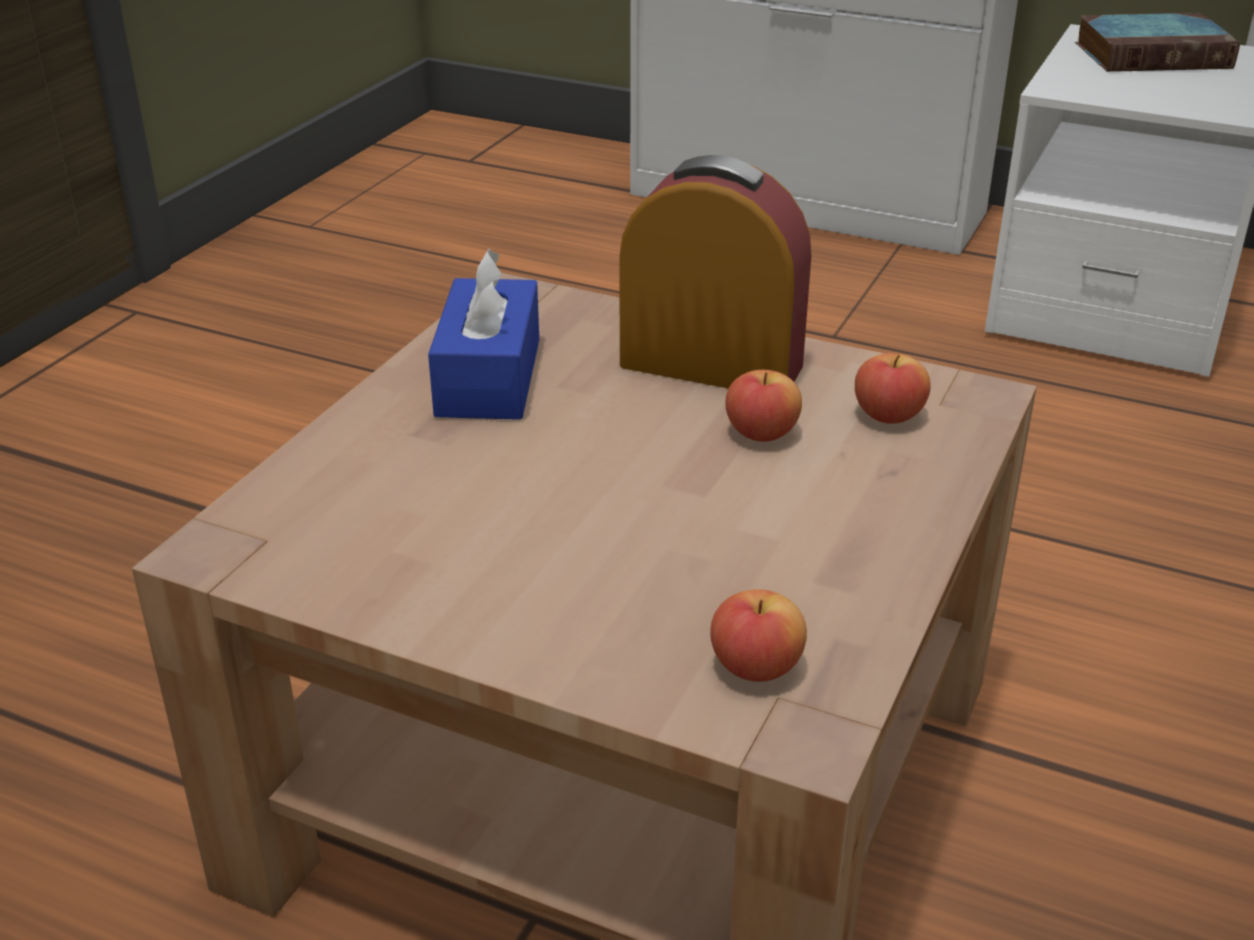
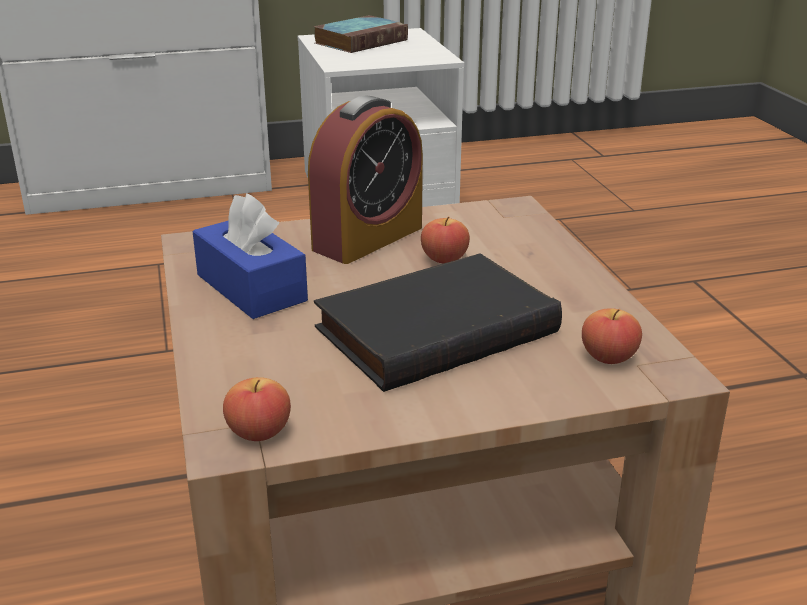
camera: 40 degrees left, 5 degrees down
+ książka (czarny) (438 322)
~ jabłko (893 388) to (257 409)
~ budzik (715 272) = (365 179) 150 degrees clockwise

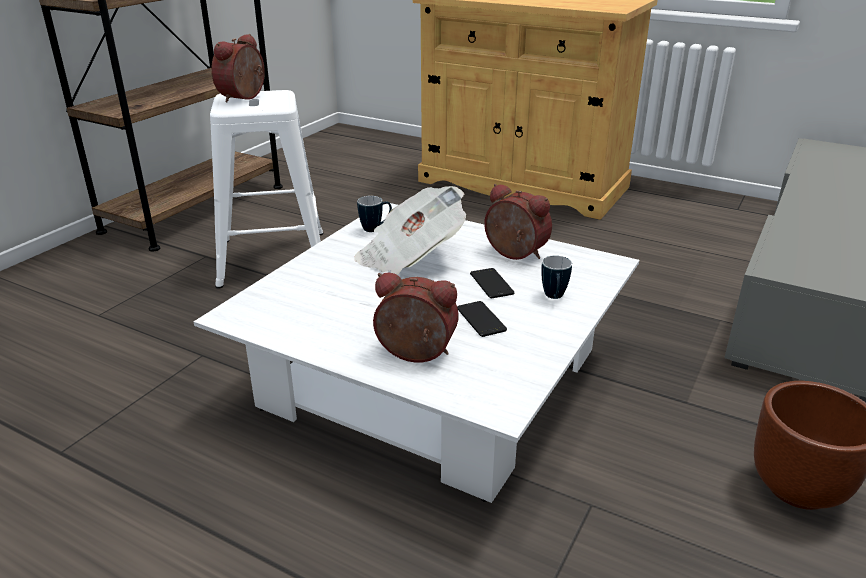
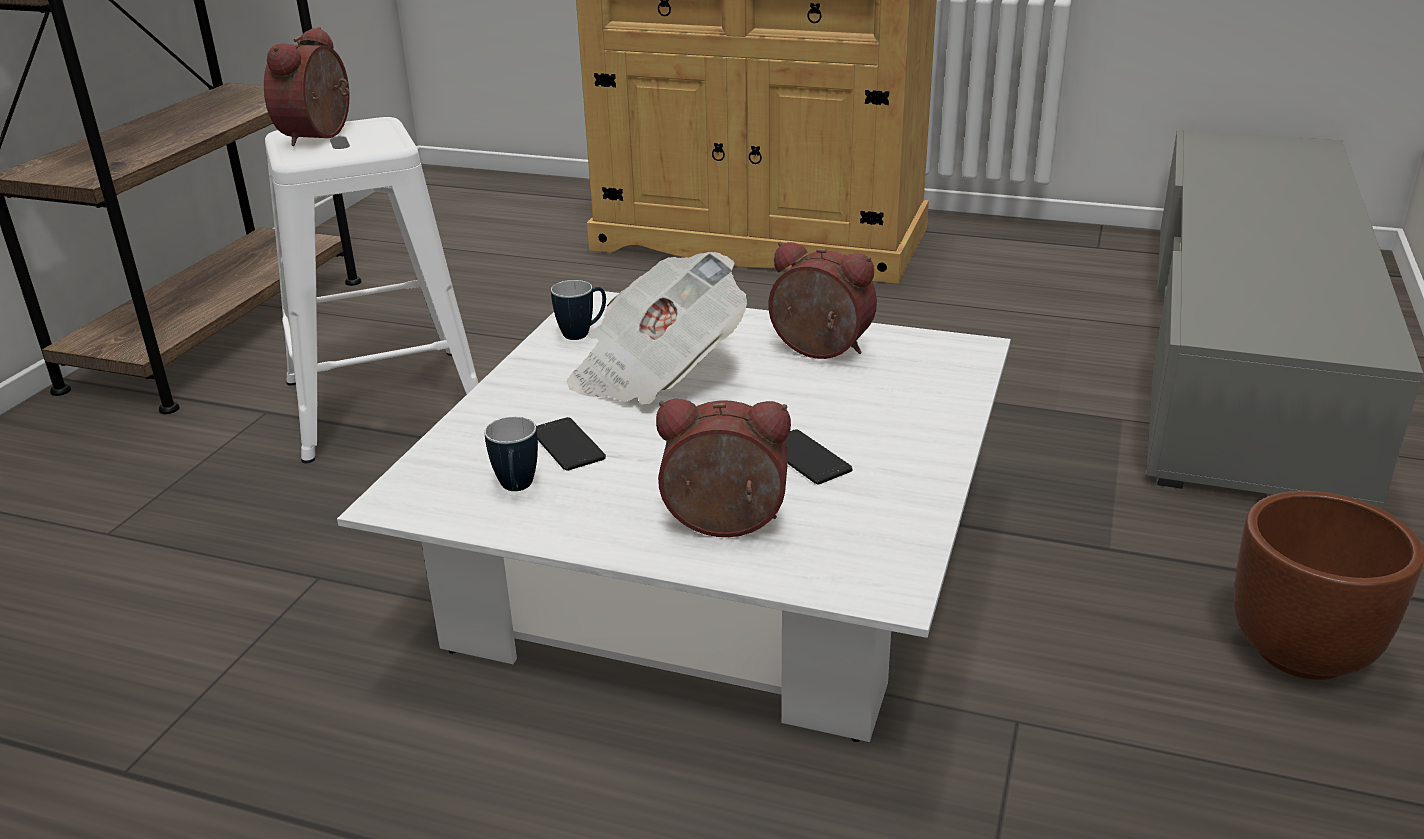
camera: 10 degrees left, 0 degrees up
~ telefon (492 283) to (571 444)
~ kubek (556 277) to (511 454)

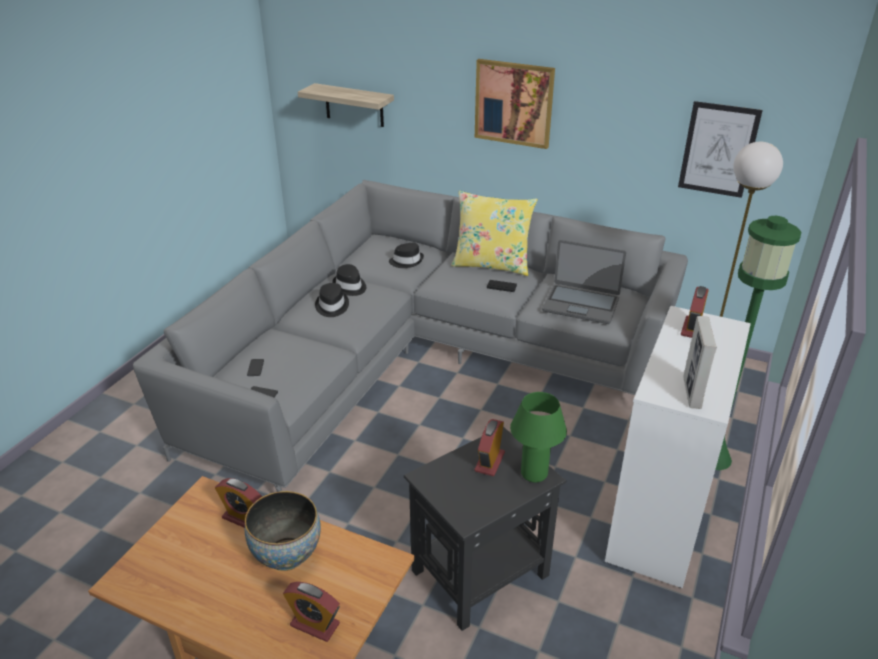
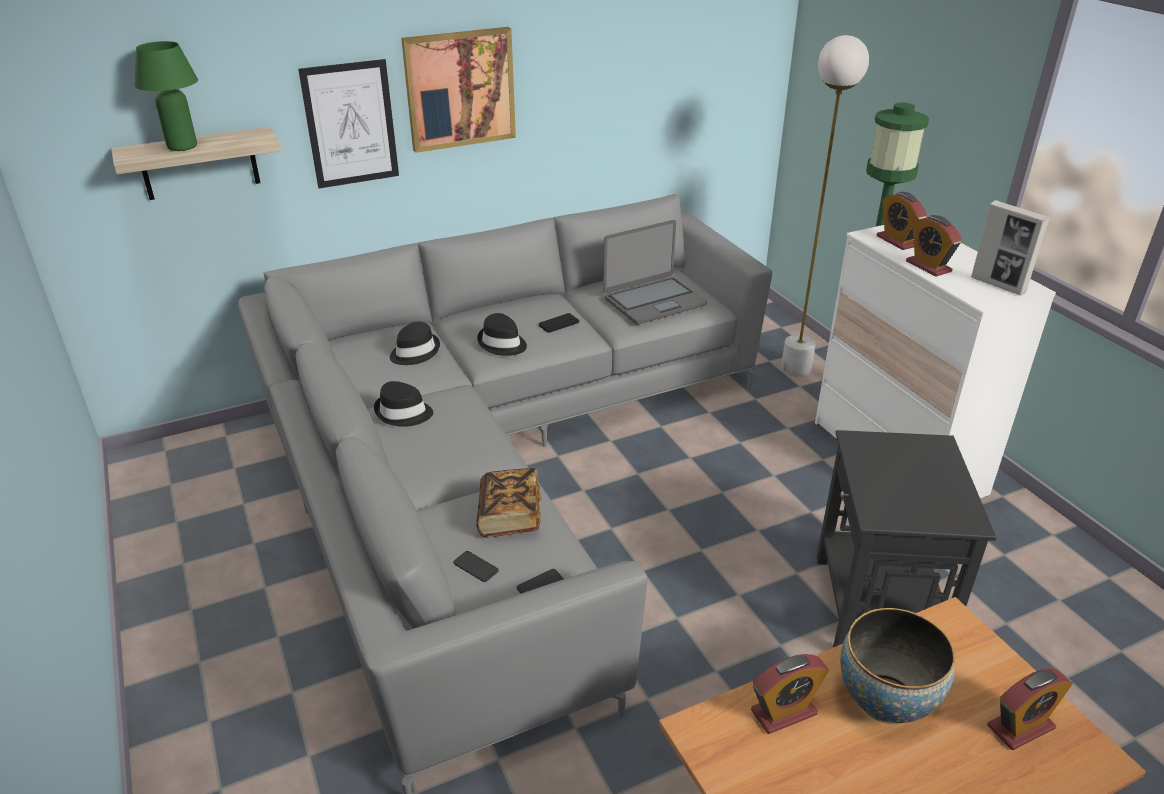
camera: 50 degrees left, 0 degrees up
- poduszka (żółty) (494 233)
+ książka (509 503)
~ kapelusz (czarny) (332 300) to (502 334)
~ budzik (489 447) to (934 246)
~ lampa stołowa (zielony) (538 437) to (166 96)
~ obraz (720 149) to (348 123)

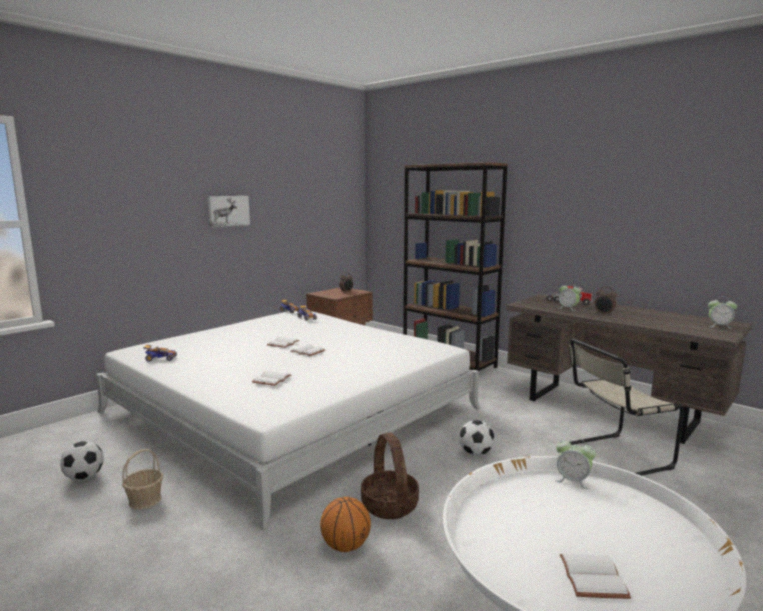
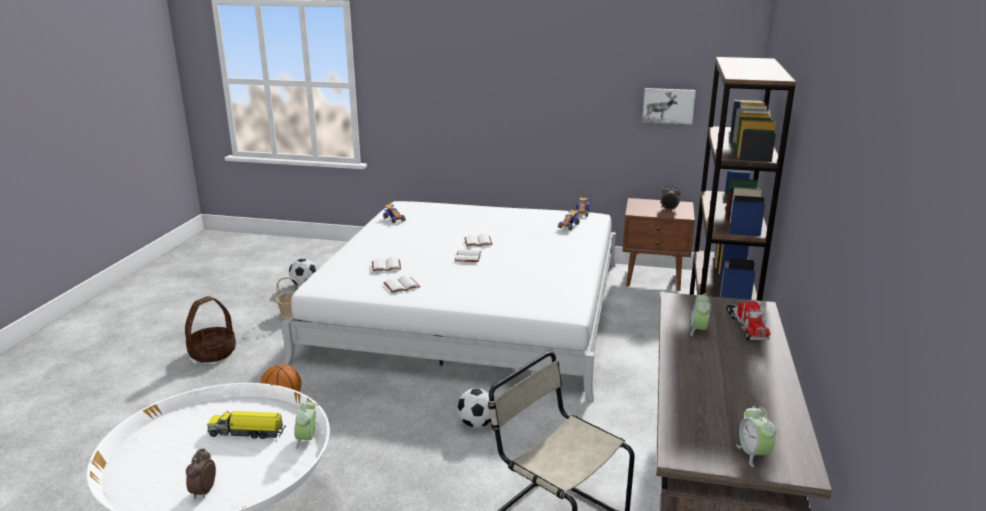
camera: 60 degrees right, 10 degrees up
+ ciężarówka zabawkowa (246 425)
~ obraz (228 212) to (669 106)
~ koszyk (390 476) to (210 329)
~ książka (biały) (595 576) to (402 284)
~ budzik (605 301) to (201 473)

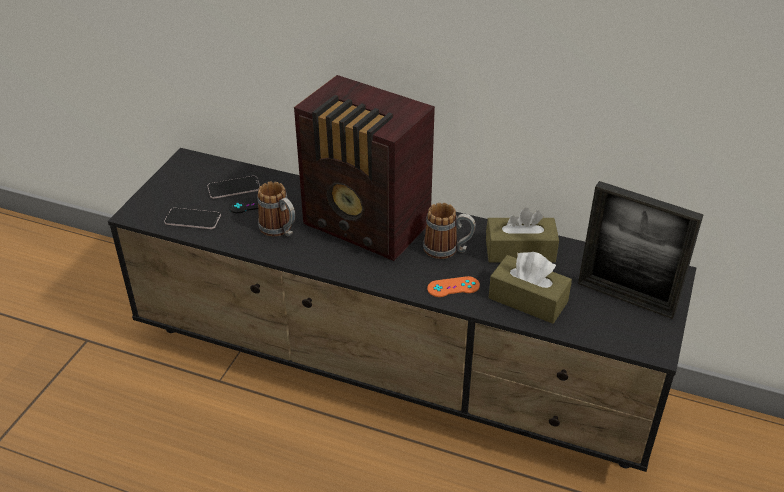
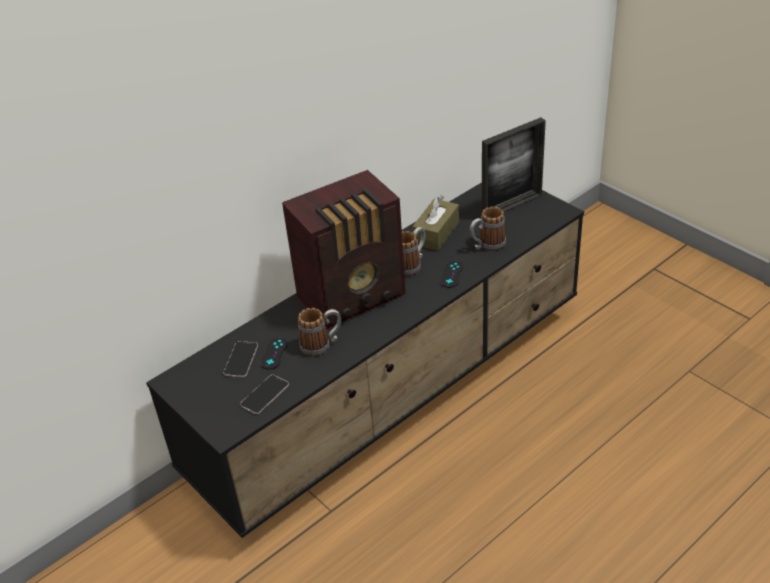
camera: 60 degrees left, 0 degrees up
~ pudełko chusteczek (brązowy) (530 288) to kubek (488 229)
~ pad do gier (pomarańczowy) (453 286) to pad do gier (czarny) (452 274)

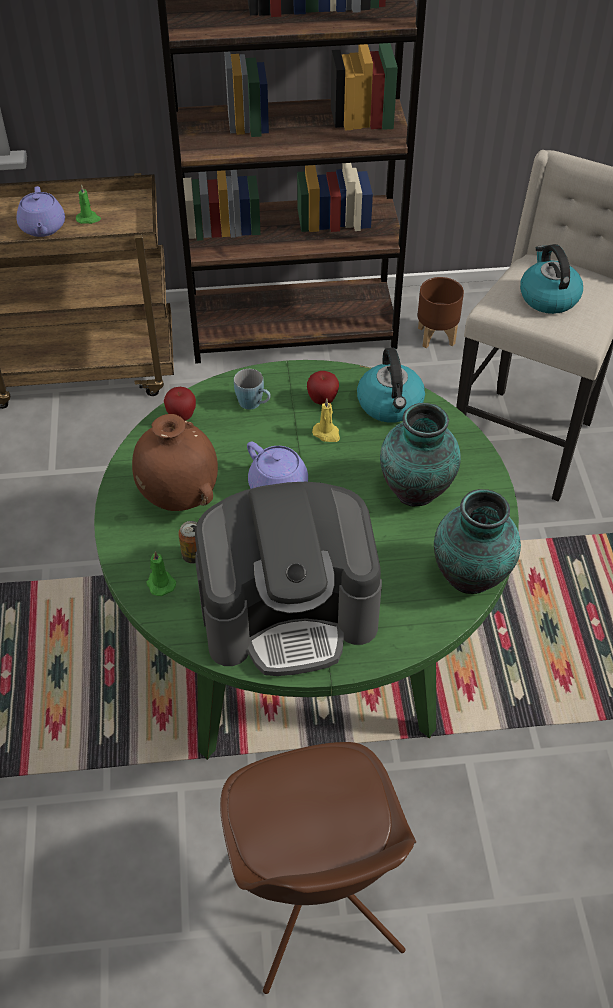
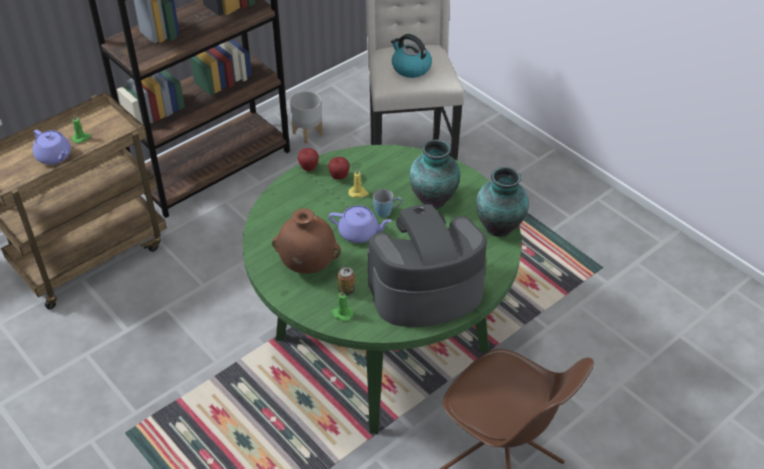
camera: 35 degrees left, 5 degrees down
- czajnik (391 385)
~ jabłko (180 404) to (308 159)
~ kubek (niebieski) (252 389) to (387 203)
~ donica (brązowy) (441 312) to donica (szary) (306 117)
~ ekspres do kawy (288 579) = (427 265) 150 degrees counterclockwise

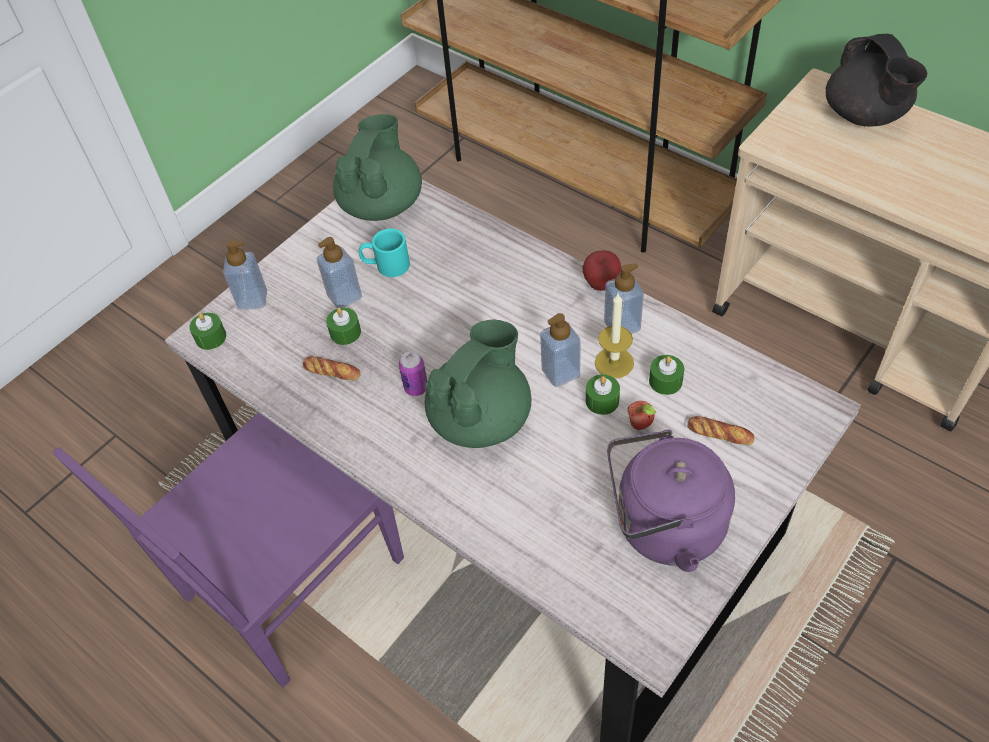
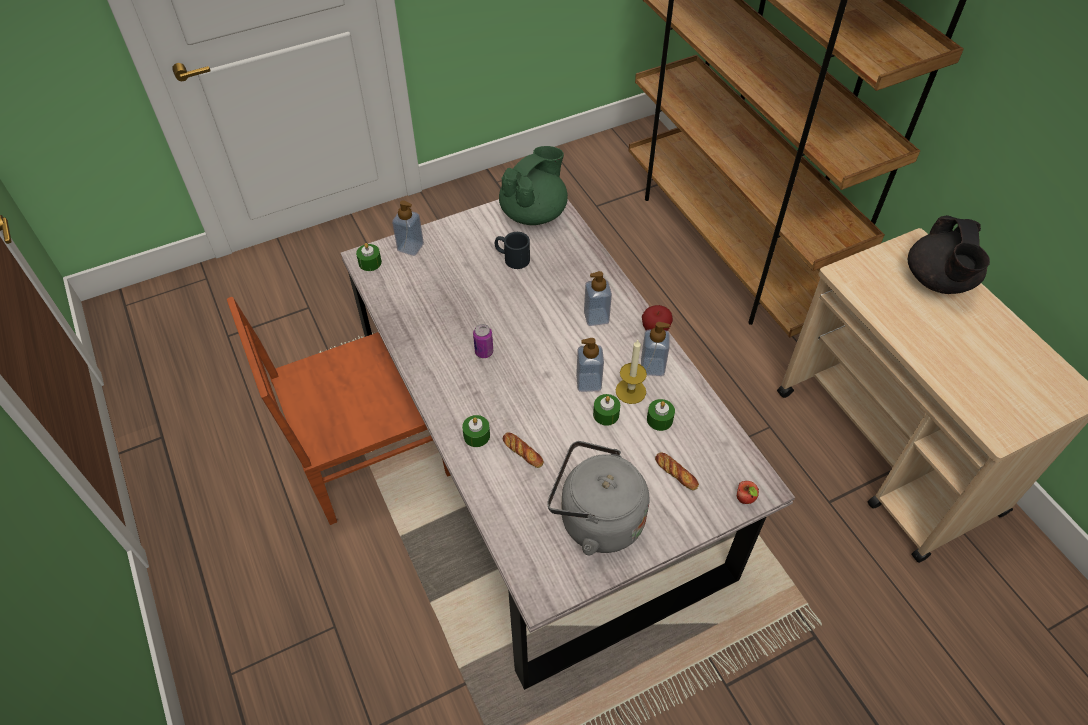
camera: 20 degrees right, 0 degrees up
- imbryk (zielony) (478 383)
~ chleb (332 368) to (523 450)
~ dozownik mydła (339 272) to (598 298)
~ świeca (zielony) (343 326) to (476 431)
~ jabłko (642 415) to (748 492)
~ krzesło (fioletowy) (228 550) to krzesło (brązowy) (339 411)
~ kubek (turkusowy) (384 252) to kubek (czarny) (512 250)
~ czajnik (fioletowy) (671 501) to czajnik (szary) (598 498)

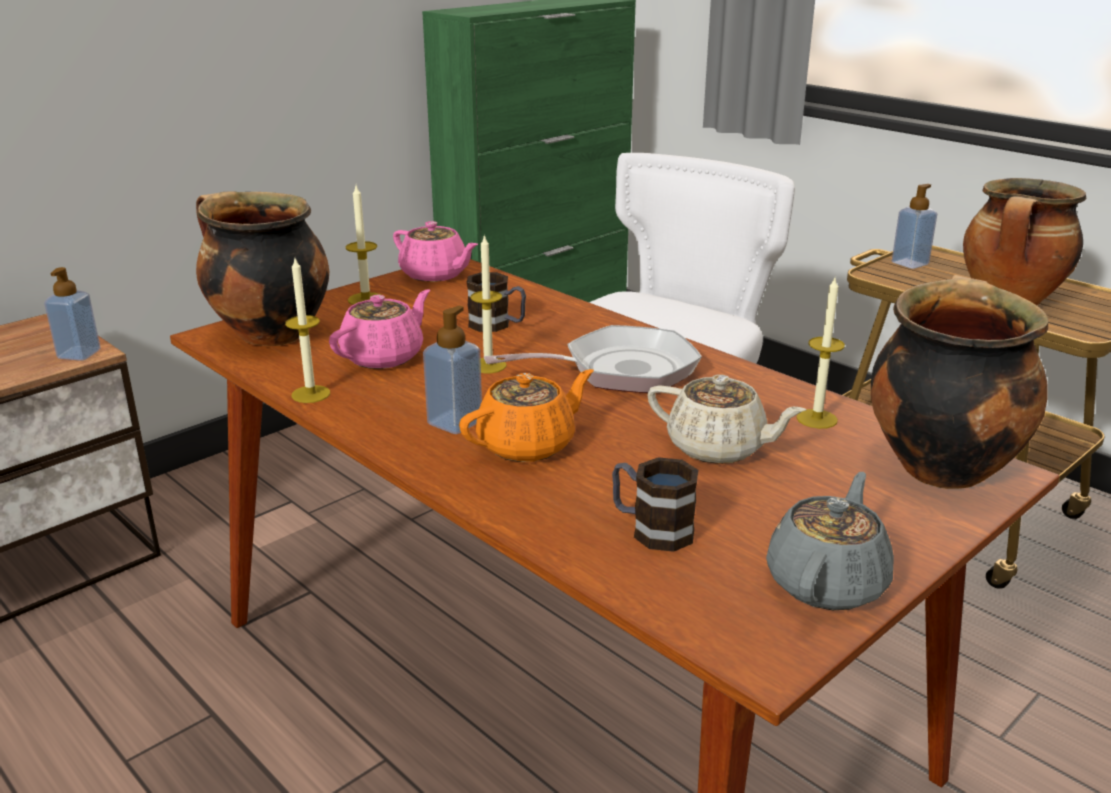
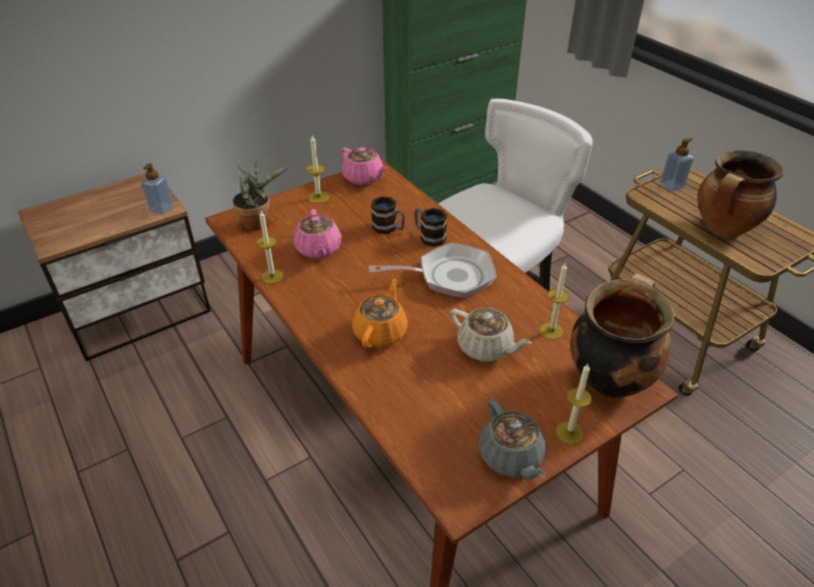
camera: 10 degrees right, 15 degrees up
- dozownik mydła (452 370)
~ świeca (488 303) to (574 404)
~ kubek (655 504) to (431 227)
~ garnek (262 268) to roślina doniczkowa (260 196)
~ imbryk (różowy) (379 329) = (318 234) 120 degrees clockwise
~ imbryk (pomarańczowy) (526 415) = (380 313) 45 degrees counterclockwise
~ imbryk (szary) (830 541) = (512 439) 120 degrees clockwise

